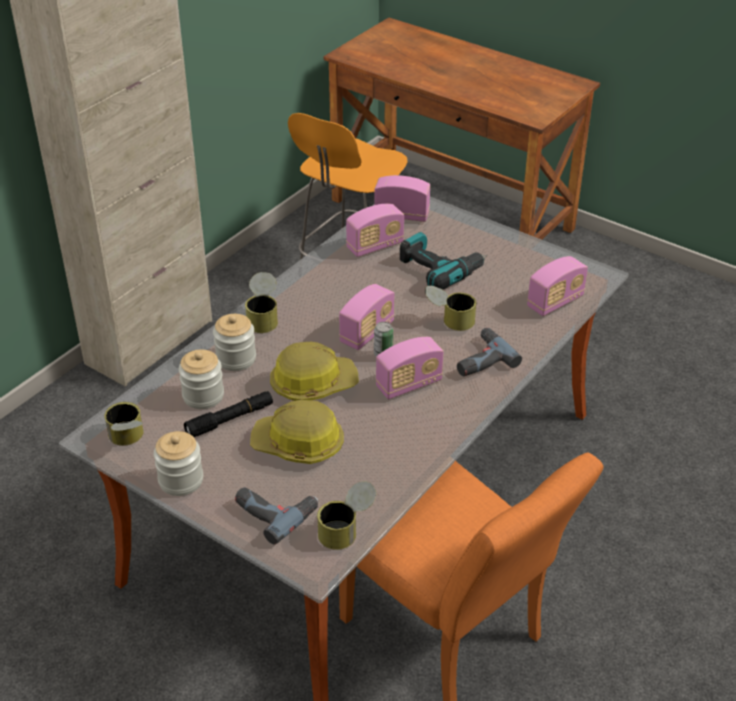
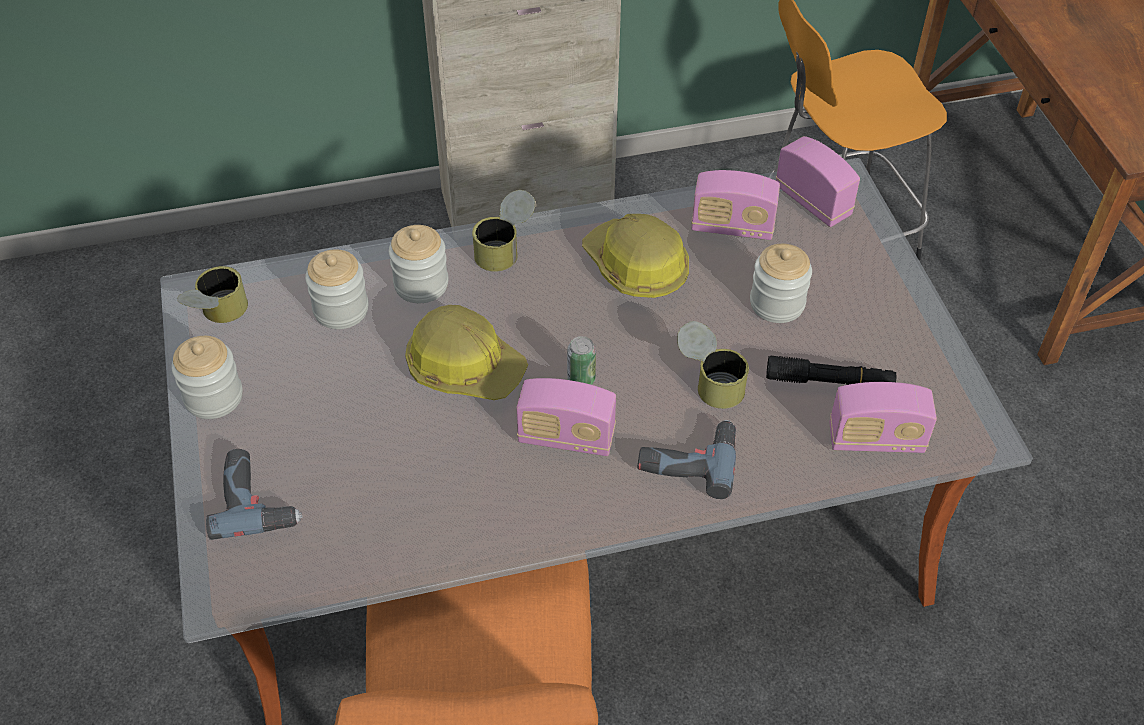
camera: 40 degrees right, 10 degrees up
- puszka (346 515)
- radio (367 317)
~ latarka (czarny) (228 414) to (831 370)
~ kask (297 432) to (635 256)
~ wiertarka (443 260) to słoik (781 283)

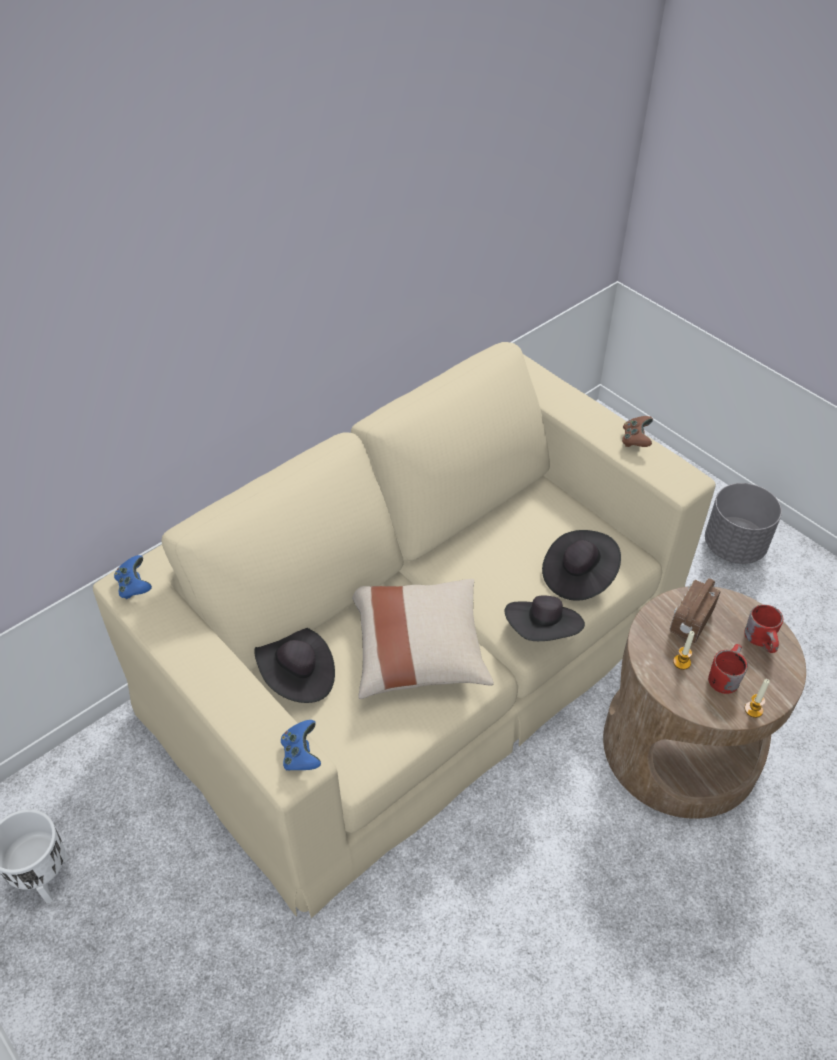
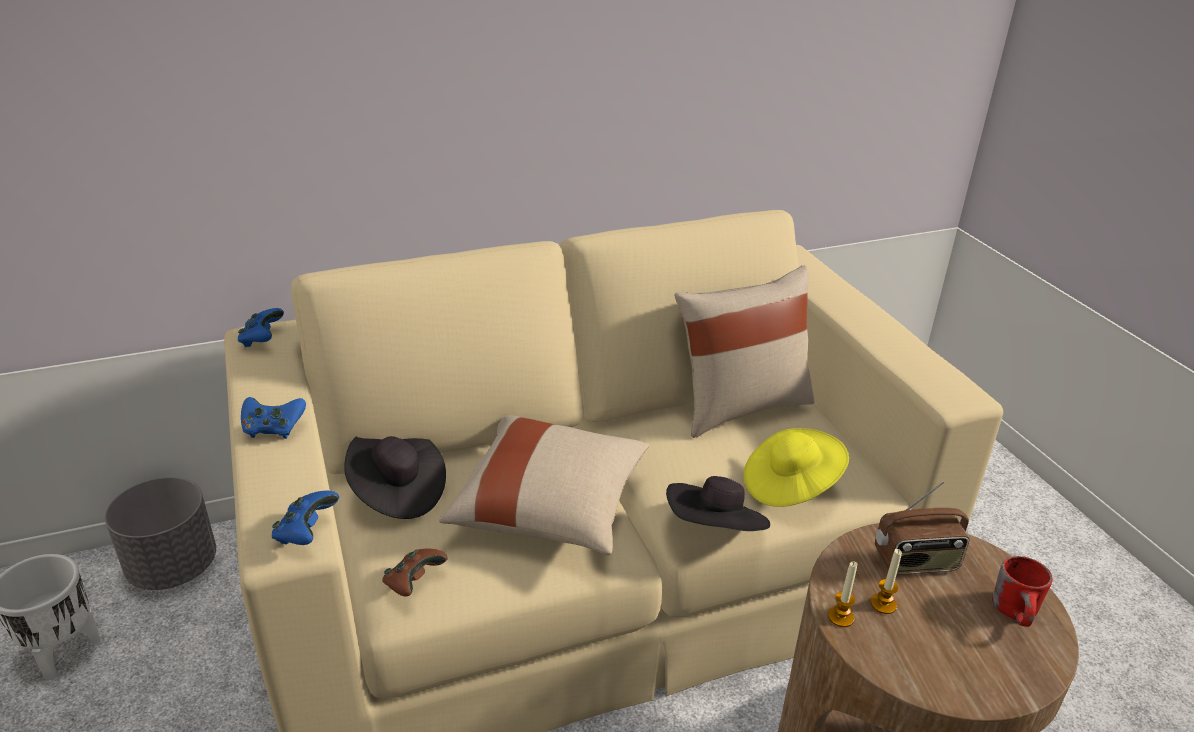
camera: 20 degrees right, 15 degrees down
- kubek (czerwony) (728 669)
+ pad do gier (niebieski) (273 418)
+ poduszka (beżowy) (744 351)
~ pad do gier (brązowy) (637 431) to (415 573)
~ donica (szary) (743 523) to (160 533)
~ świeca (757 698) to (843 594)
~ kapelusz (czarny) (581 565) to kapelusz (żółty) (796 467)
~ radio (695 611) = (922 528) 150 degrees counterclockwise

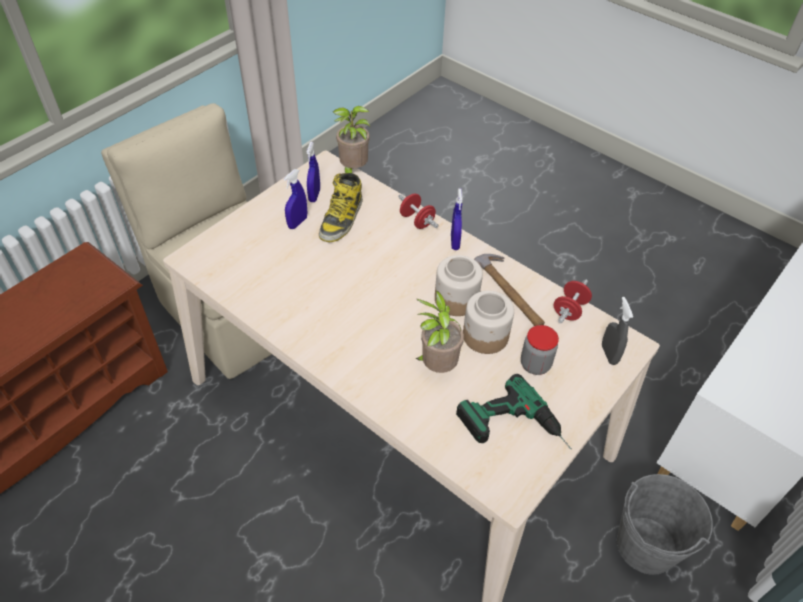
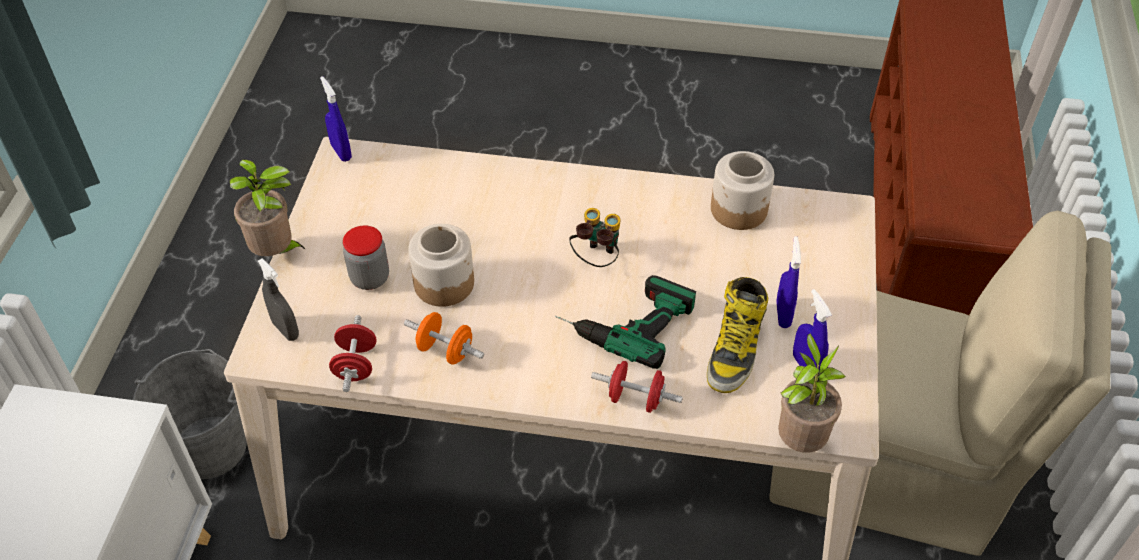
camera: 150 degrees right, 0 degrees up
+ lornetka (595 237)
~ roślina doniczkowa (439 331) to (268 207)
~ słoik (459 285) to (742 190)
~ spryskiwacz (niebieski) (457 219) to (336 119)
~ wiertarka (513 411) to (625 322)
~ młotek (509 290) to hantel (pomarańczowy) (444 338)
~ but z cholewką (341 207) = (737 335) 150 degrees counterclockwise

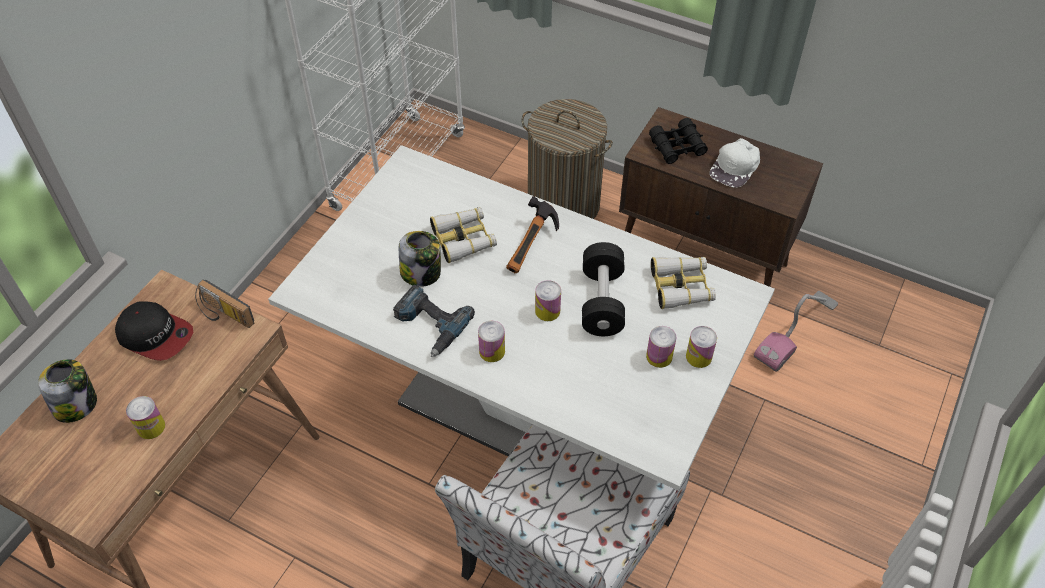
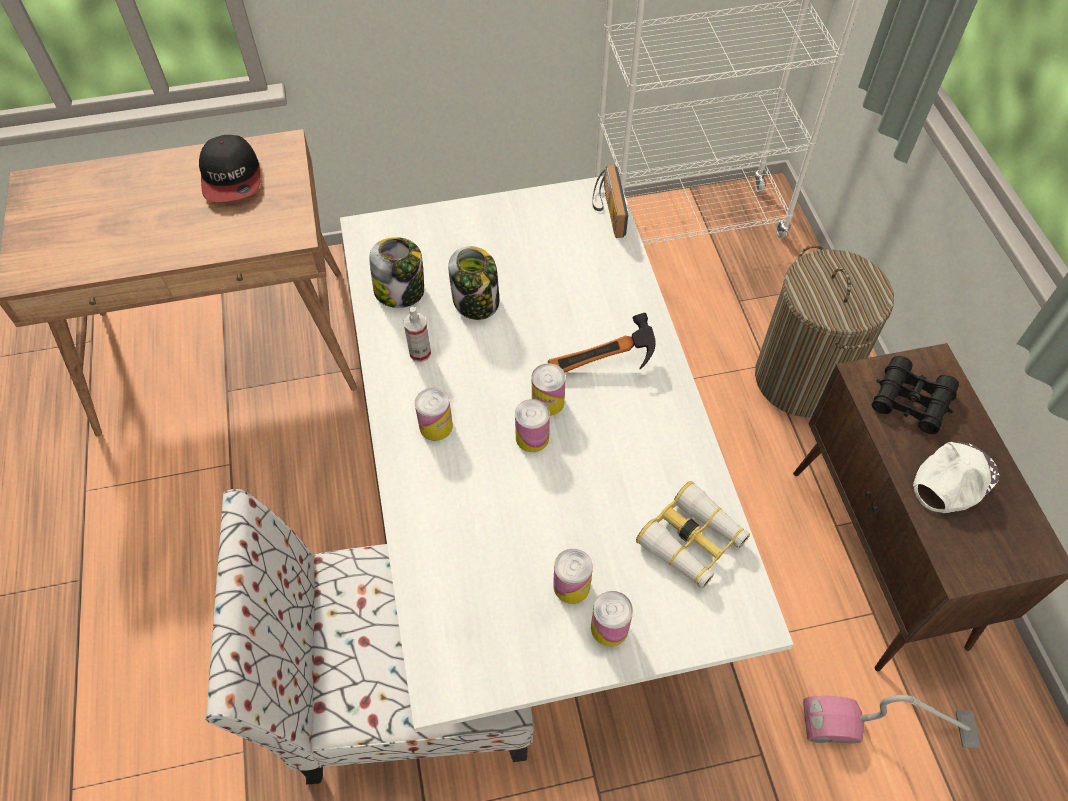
camera: 50 degrees right, 5 degrees up
- lornetka (463 235)
- hantel (czarny) (603 289)
~ słoik (67 391) to (396 272)
~ puszka (145 417) to (549 389)
~ radio (224 304) to (610 201)
~ wiertarka (434 321) to spryskiwacz (417 334)
~ czapka z daszkiem (biały) (735 163) = (956 477) 150 degrees clockwise

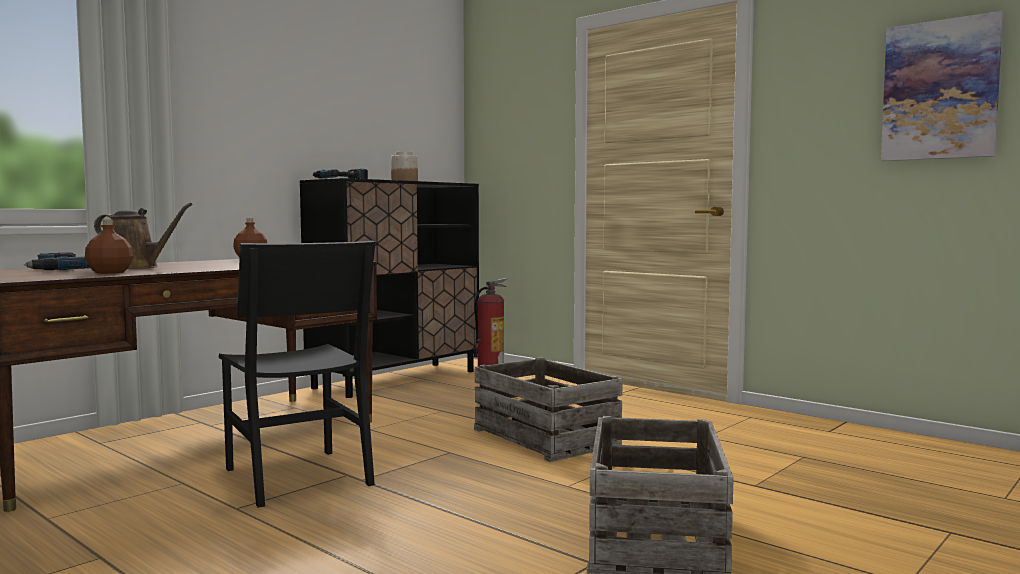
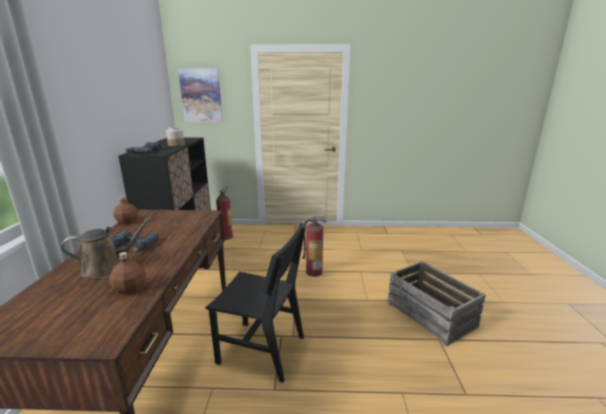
camera: 40 degrees left, 15 degrees up
~ wiertarka (57 261) to (135 242)
~ obraz (942 86) to (200 95)
~ skrzynka (548 409) to gaśnica (315 246)

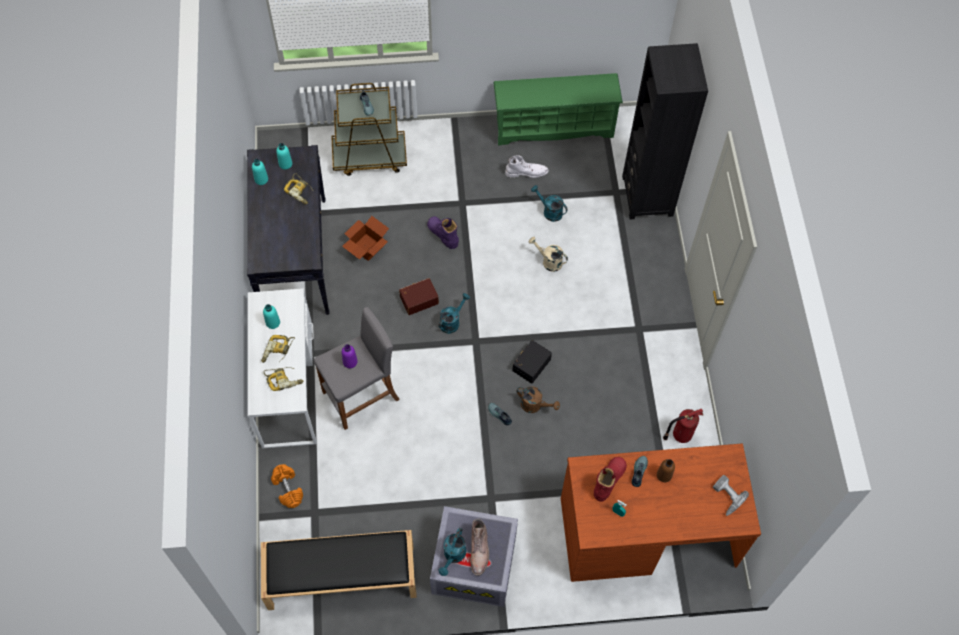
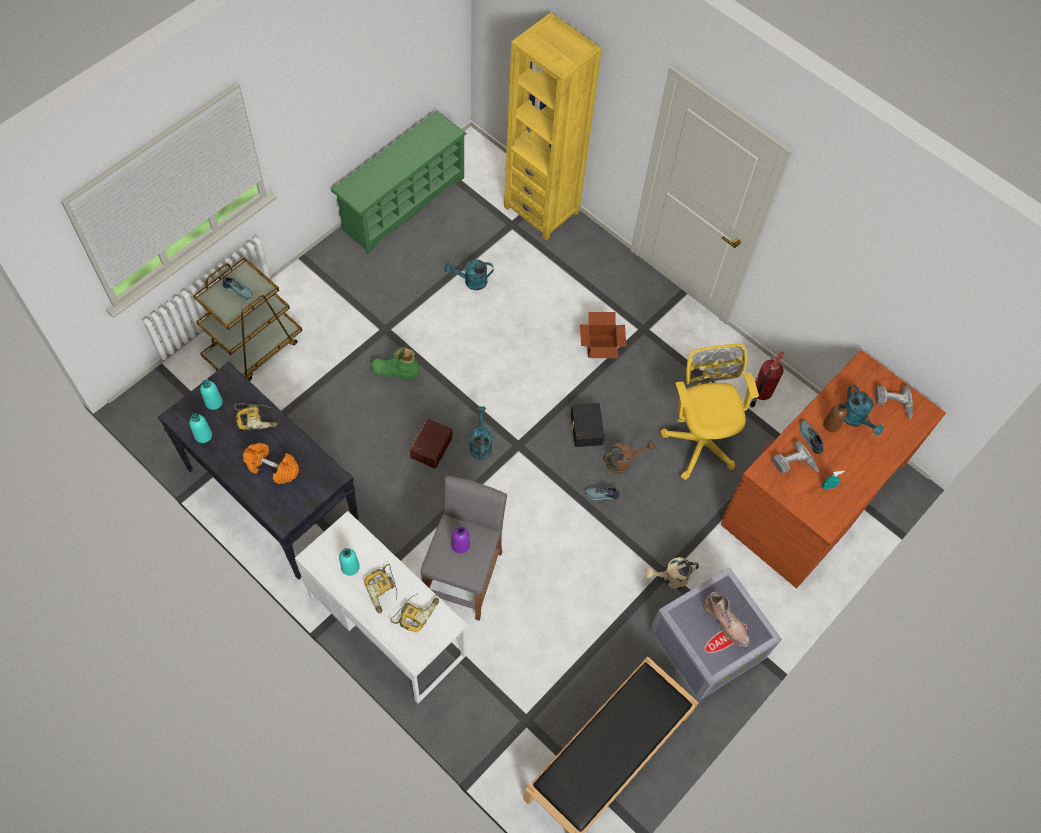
camera: 45 degrees left, 0 degrees up
- but z cholewką (biały) (527 166)
+ krzesło biurowe (żółty) (709 412)
~ hantel (pomarańczowy) (287 486) to (271 463)
~ karton (365 238) to (603 335)
~ konewka (turkusowy) (452 552) to (864 410)
~ konewka (beżowy) (548 254) to (672 573)
~ but z cholewką (czerwony) (610 479) to wiertarka (795 457)
~ but z cholewką (fioletowy) (443 232) to but z cholewką (zielony) (395 363)
~ regał (czarny) (665 131) to regał (żółty) (553 126)

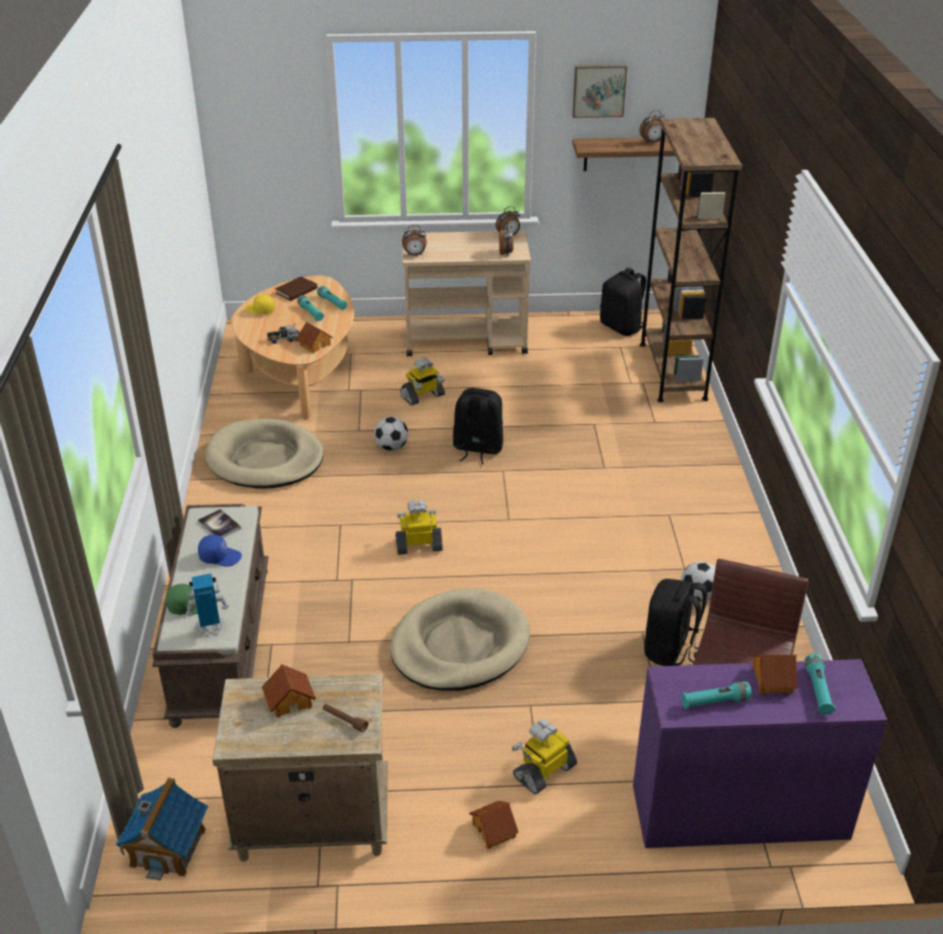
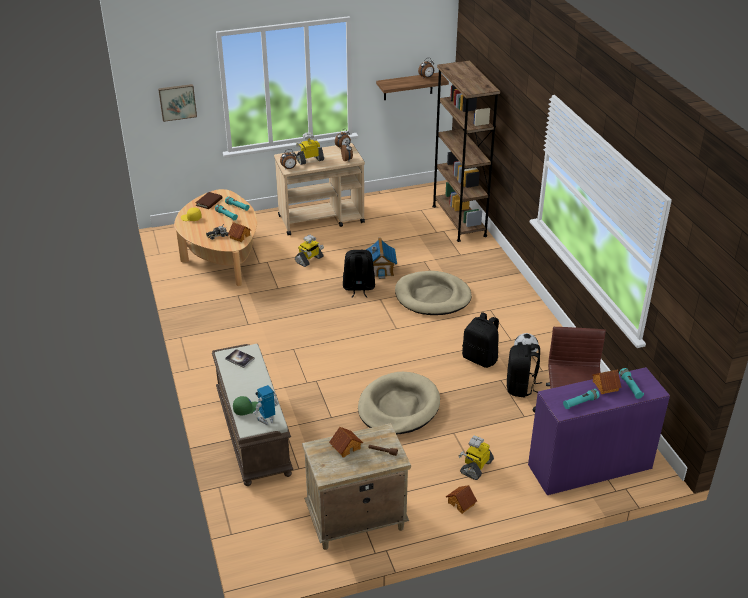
camera: 15 degrees left, 0 degrees up
- czapka z daszkiem (niebieski) (220 551)
- piłka futbolowa (391 434)
~ domek (162 829) to (381 258)
~ legowisko (beżowy) (264 453) to (433 293)
~ robot zabawkowy (419 527) to (310 148)
~ obraz (599 91) to (177 103)
~ plecak (czarny) (623 302) to (480 340)

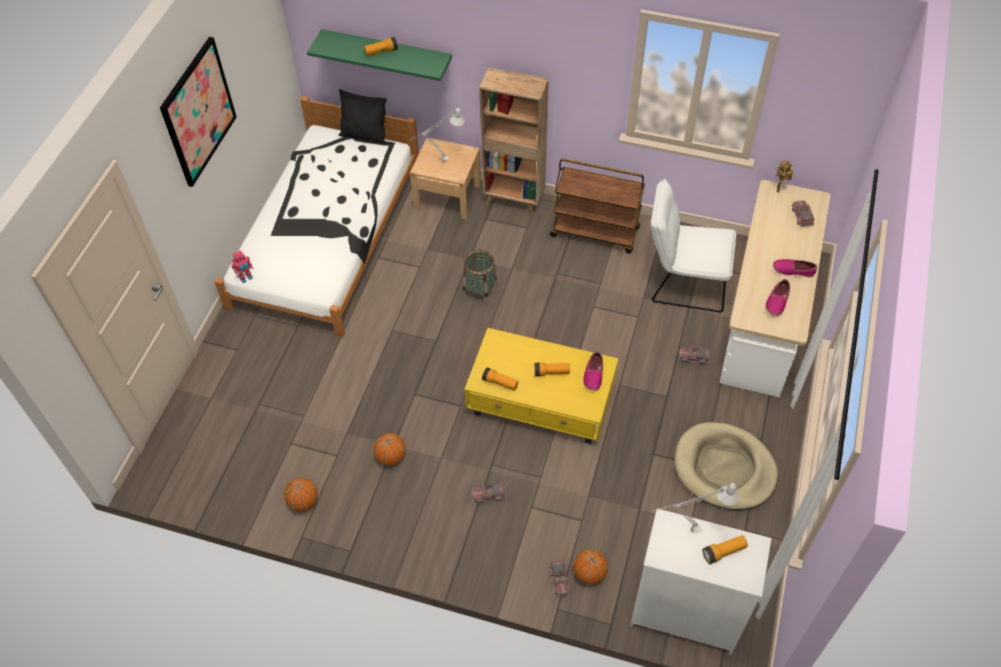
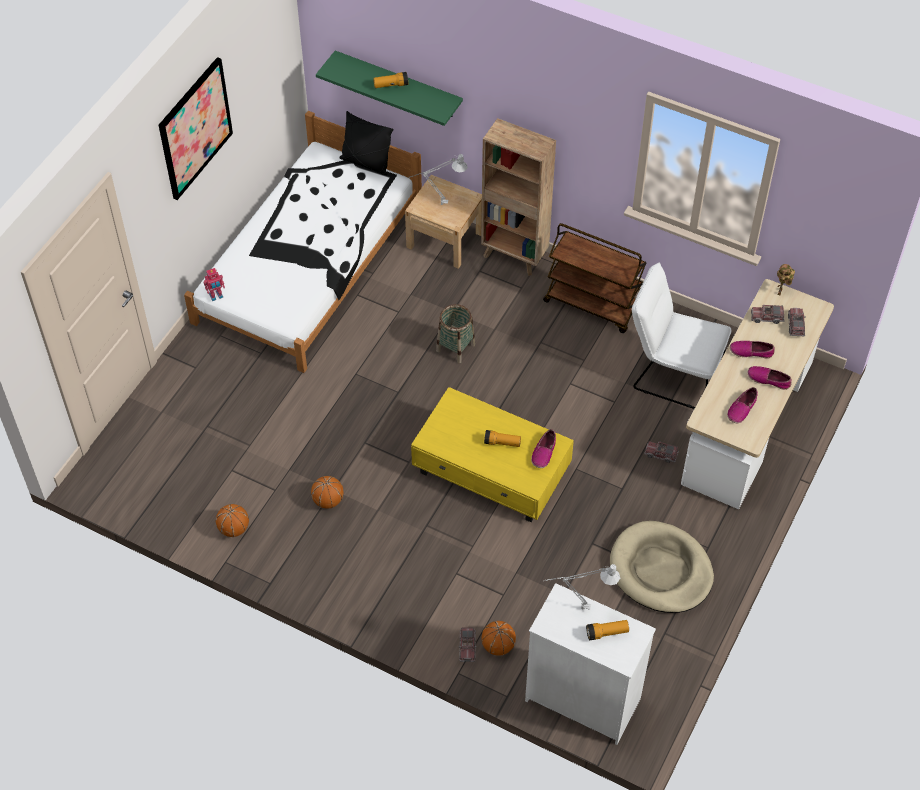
camera: 10 degrees right, 0 degrees up
- latarka (500 379)
+ but (752 350)
~ ciężarówka zabawkowa (489 493) to (767 314)

